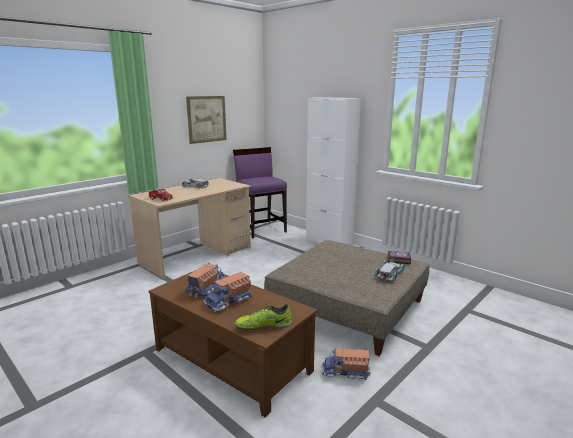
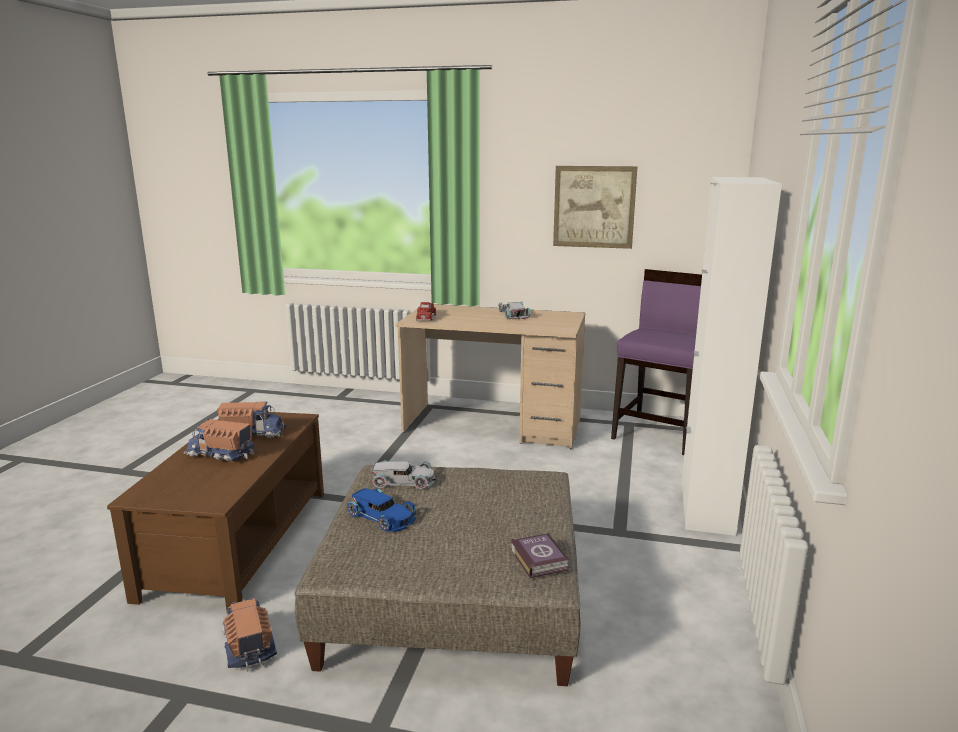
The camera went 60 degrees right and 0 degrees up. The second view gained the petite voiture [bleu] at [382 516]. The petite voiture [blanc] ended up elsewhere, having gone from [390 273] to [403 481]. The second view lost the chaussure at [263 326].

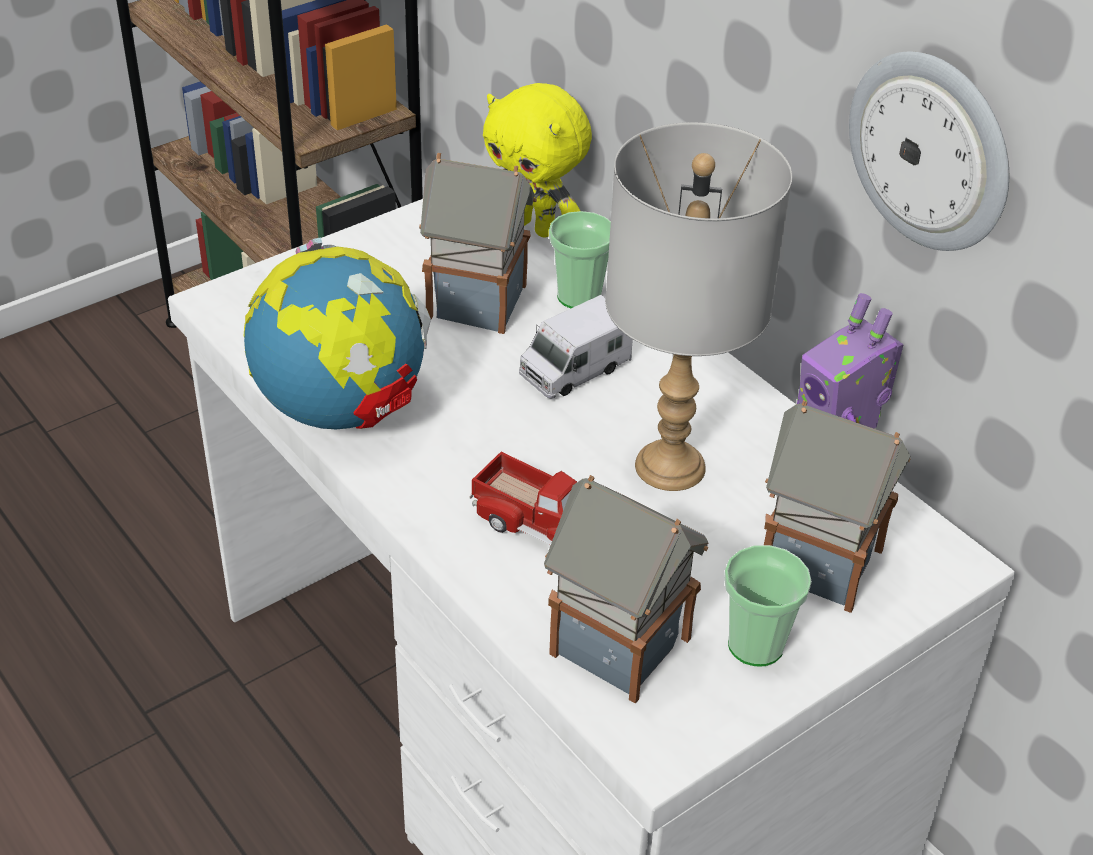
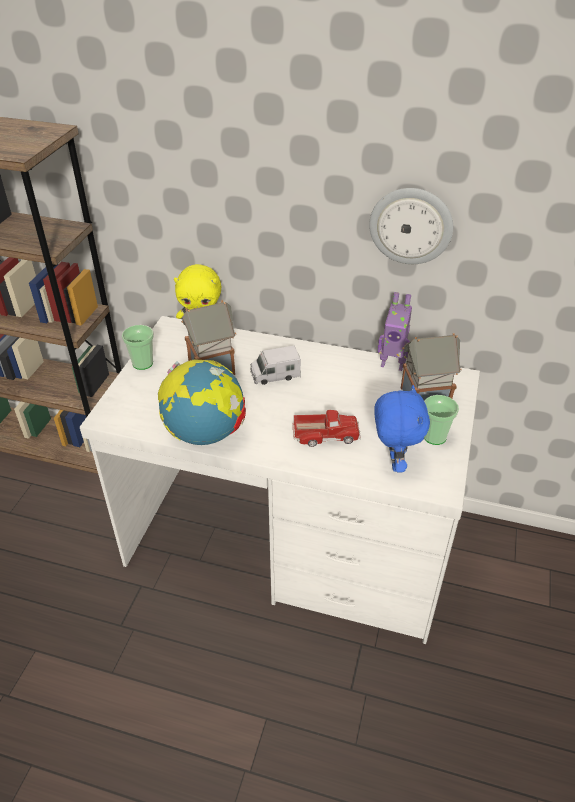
The camera went 35 degrees left and 0 degrees up. The tasse ended up elsewhere, having gone from [579 296] to [142 363]. The camion jouet at [574 370] ended up facing another way, 60 degrees clockwise from before. Where the maison miniature stood at [616 644], the peluche [bleu] came to stand at [393 462]. The second view lost the lampe de table [gris] at [670 467].

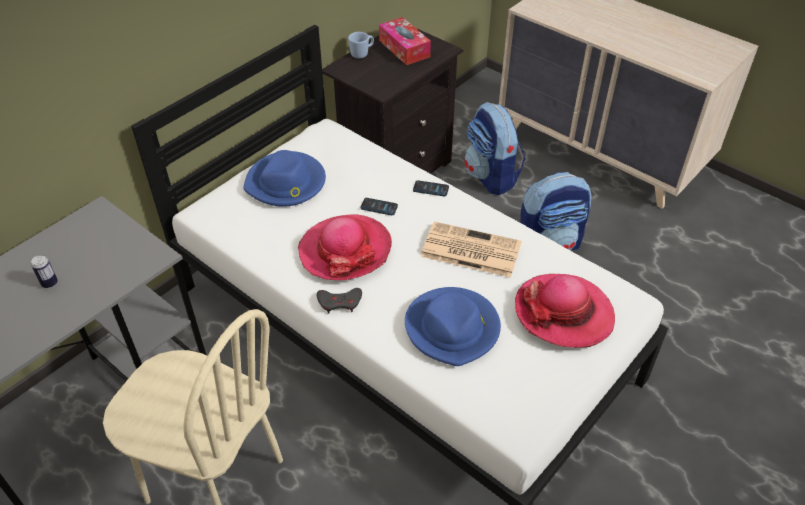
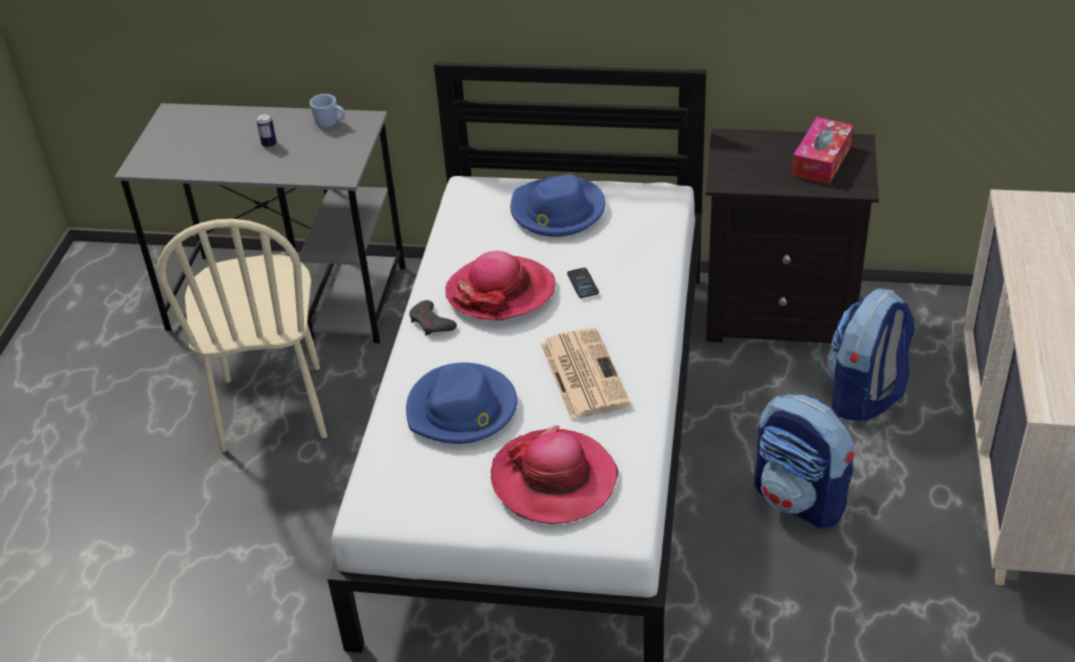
The camera went 60 degrees right and 5 degrees down. The mug [bleu] ended up elsewhere, having gone from [362 53] to [330 124]. The second view lost the téléphone at [431 189].

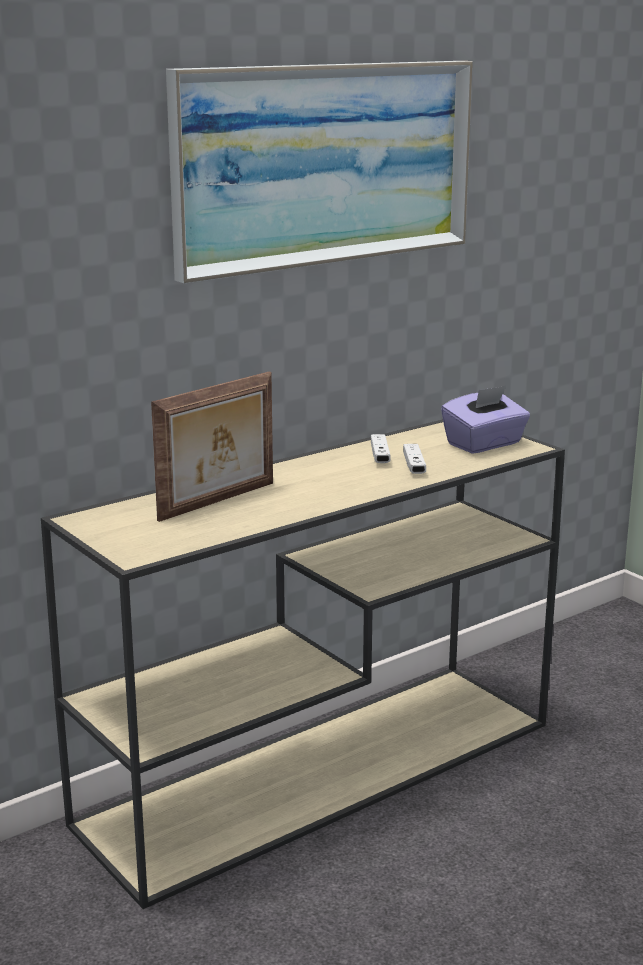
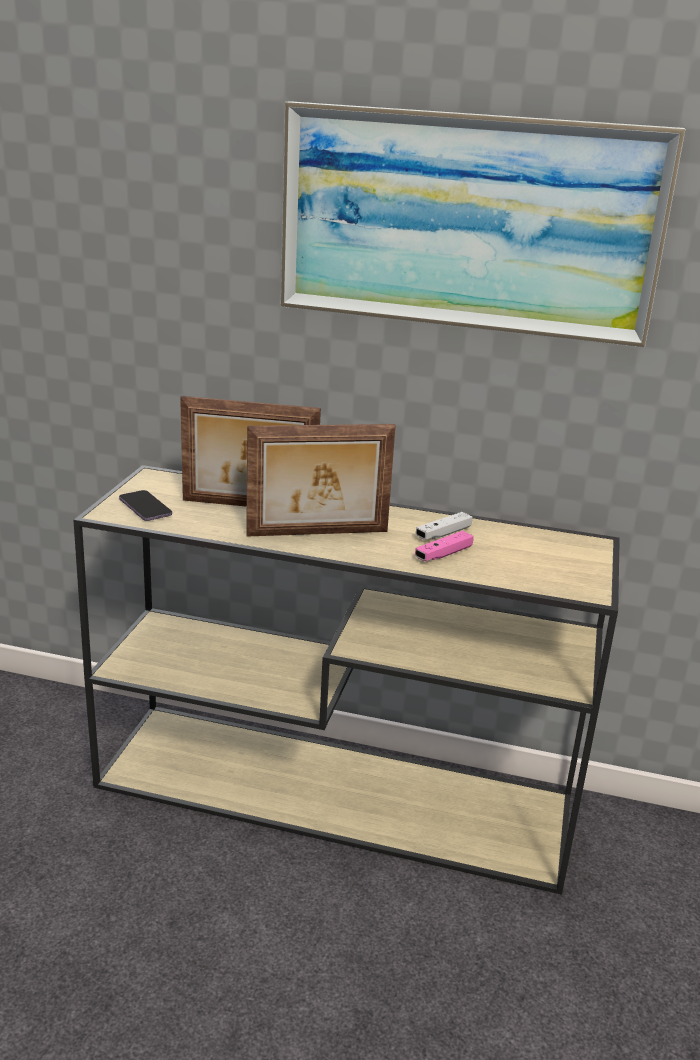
The camera went 50 degrees right and 5 degrees up. The second view gained the téléphone at [145 507]. The second view gained the cadre photo at [318 534]. What was the manette [blanc] at [414 466] turned into the manette [rose] at [443 554]. The second view lost the boîte à mouchoirs [violet] at [484 444].

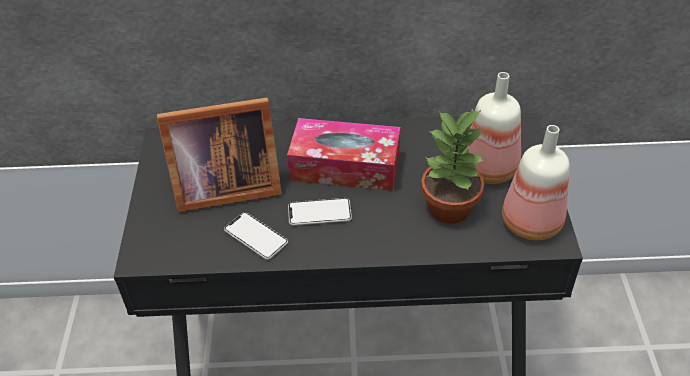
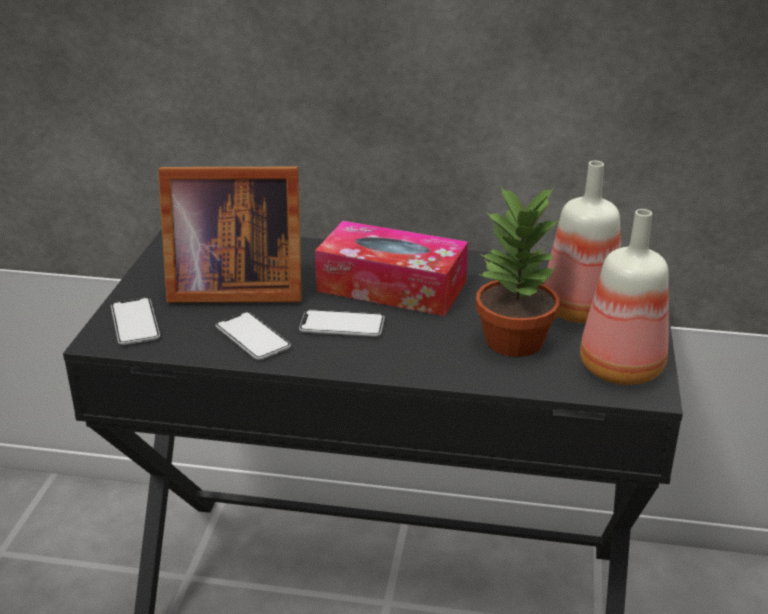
The camera went 10 degrees right and 15 degrees down. The second view gained the téléphone at [135 323].

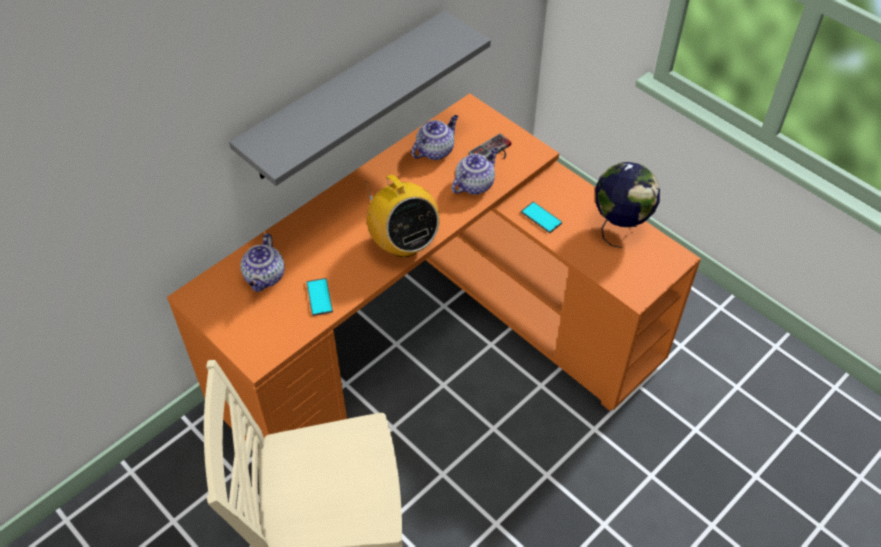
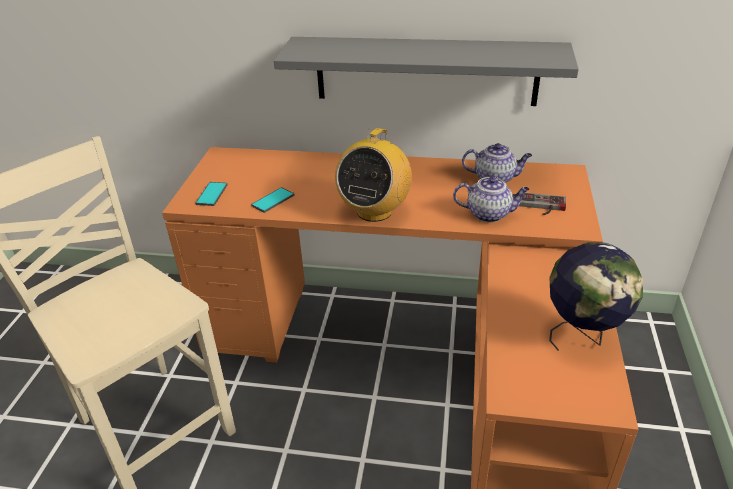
The camera went 55 degrees right and 15 degrees down. The téléphone ended up elsewhere, having gone from [541 218] to [212 194]. The second view lost the théière at [265 277].

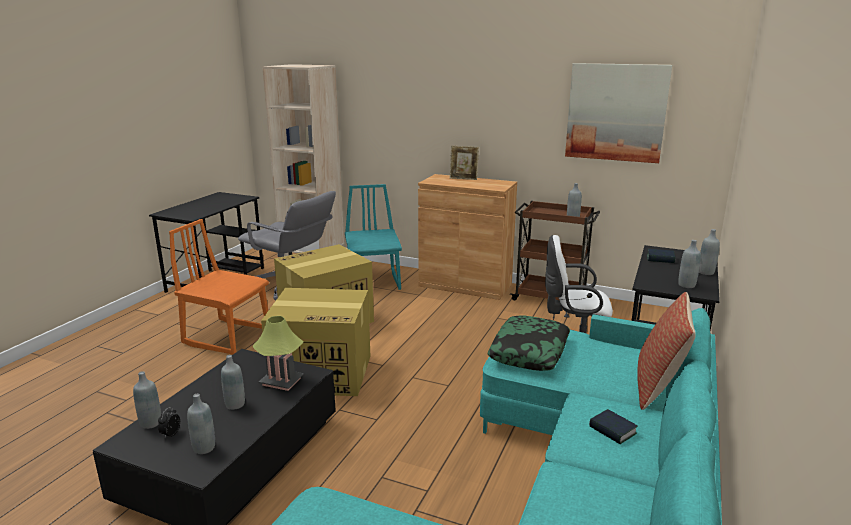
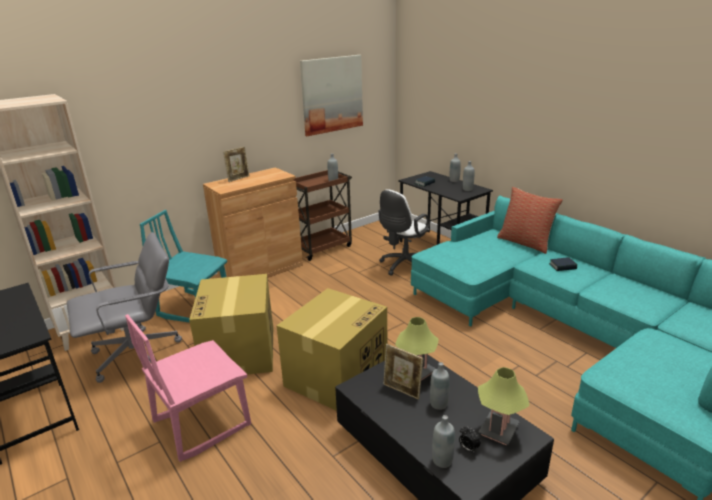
The camera went 60 degrees left and 5 degrees up. What was the chaise [orange] at [228 336] turned into the chaise [rose] at [201 423]. The second view gained the cadre photo at [402 391]. Where the bouteille [gris] stood at [204 448], the lampe de table came to stand at [498 430]. The second view lost the coussin at [529 352].

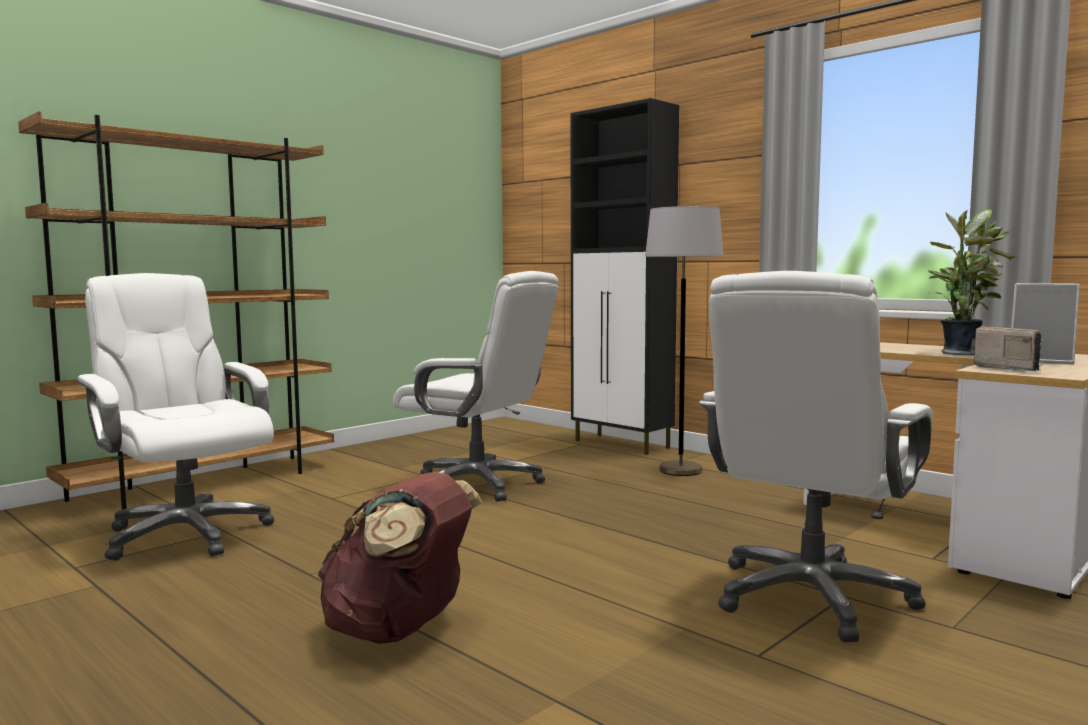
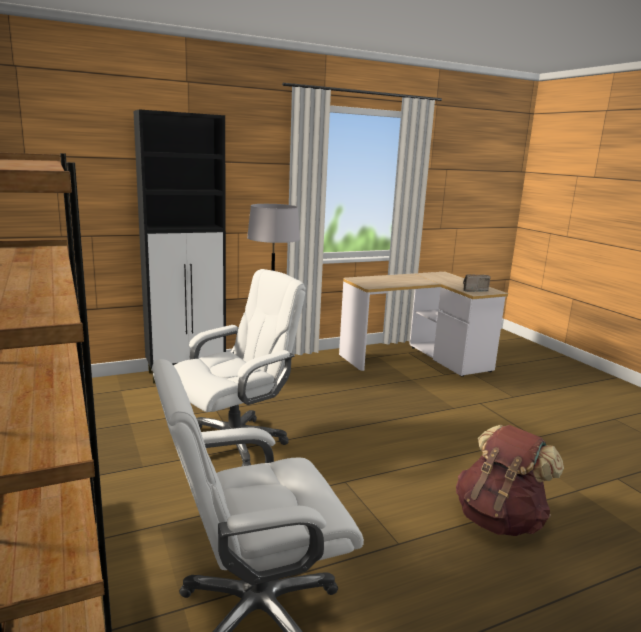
The camera went 70 degrees left and 10 degrees up. The second view lost the chaise de bureau [blanc] at [811 597]. The second view lost the plante en pot at [962 353]. The second view lost the cadre photo at [1041 361].

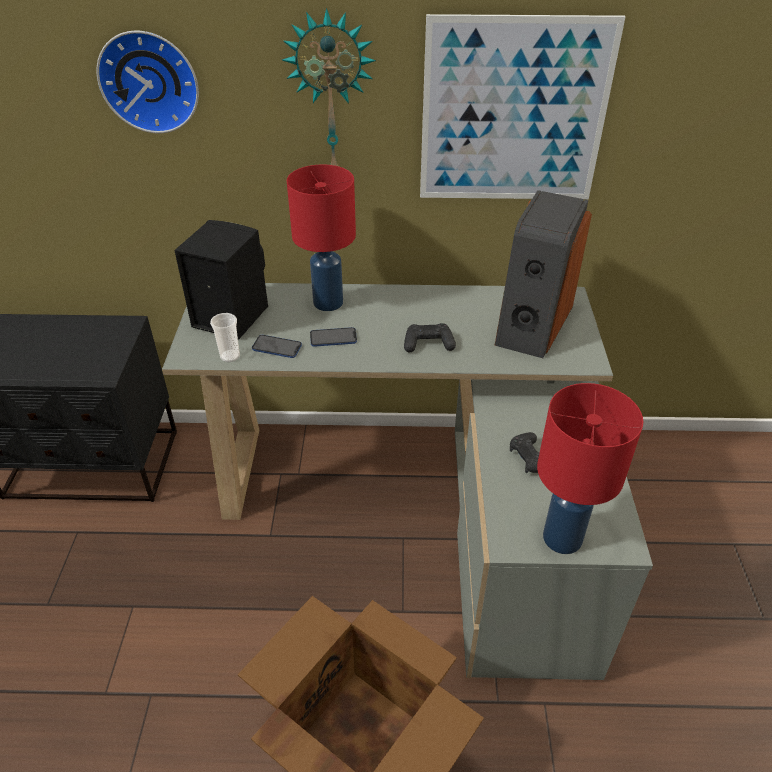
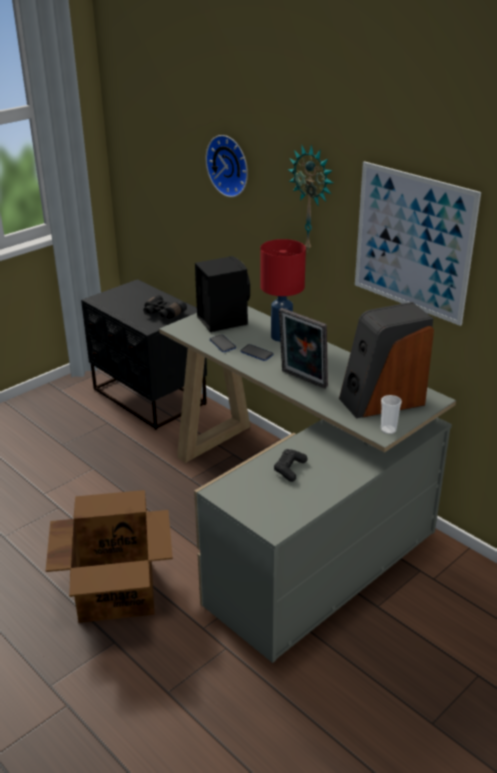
The camera went 45 degrees right and 10 degrees down. The second view gained the jumelles [noir] at [162 314]. Where the manette [noir] stood at [428 344], the cadre photo came to stand at [302 380]. The tasse ended up elsewhere, having gone from [230 356] to [388 430]. The second view lost the lampe de table [rouge] at [563 539].

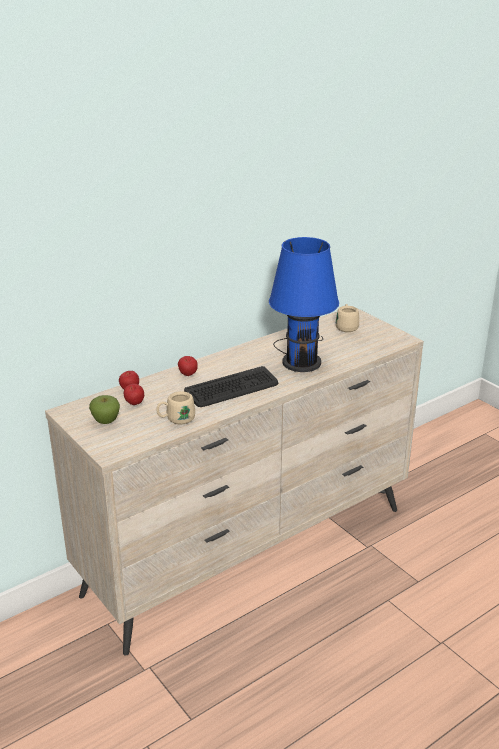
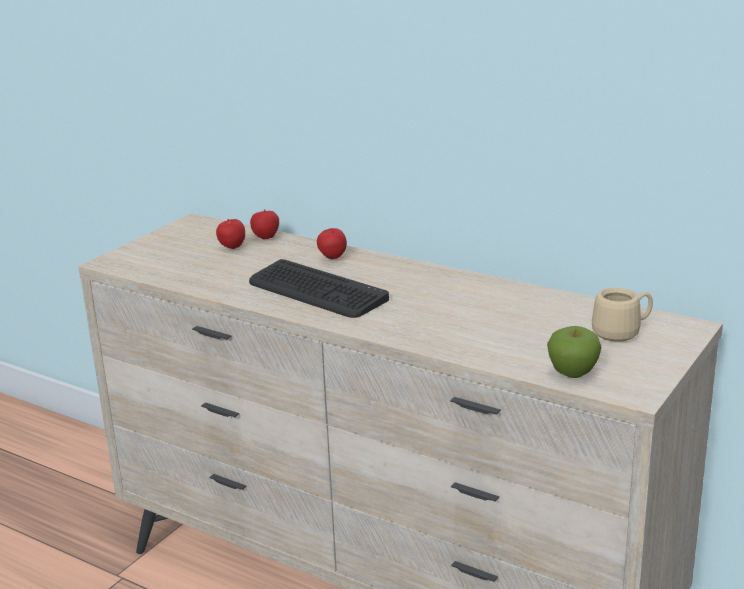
The camera went 70 degrees right and 5 degrees down. The pomme ended up elsewhere, having gone from [106 421] to [572 373]. The second view lost the mug [beige] at [176 419]. The second view lost the lampe de table [bleu] at [300 360].

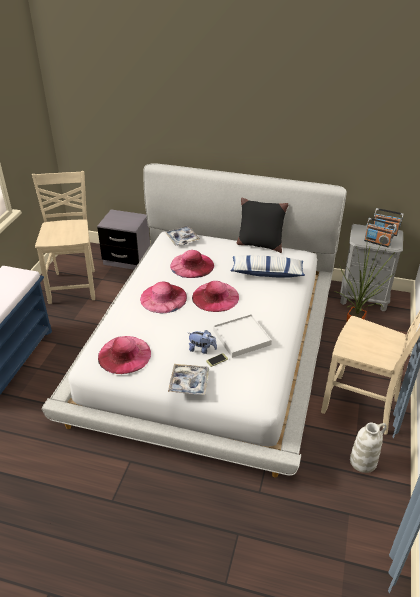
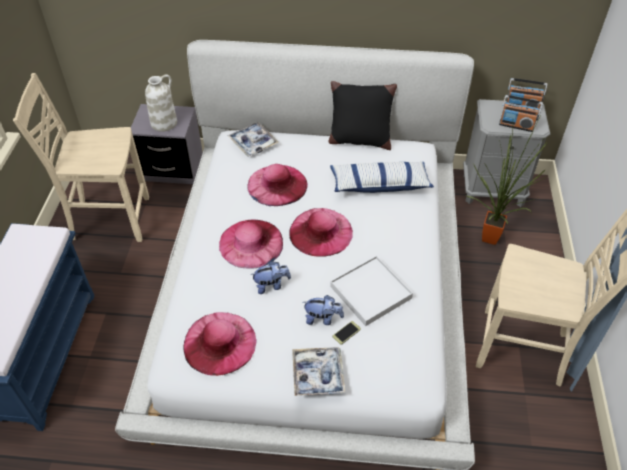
The camera went 10 degrees left and 10 degrees up. The chaise [beige] at [74 285] ended up facing another way, 75 degrees counterclockwise from before. The vase [blanc] ended up elsewhere, having gone from [363 461] to [164 123]. The second view gained the peluche at [271 285].

